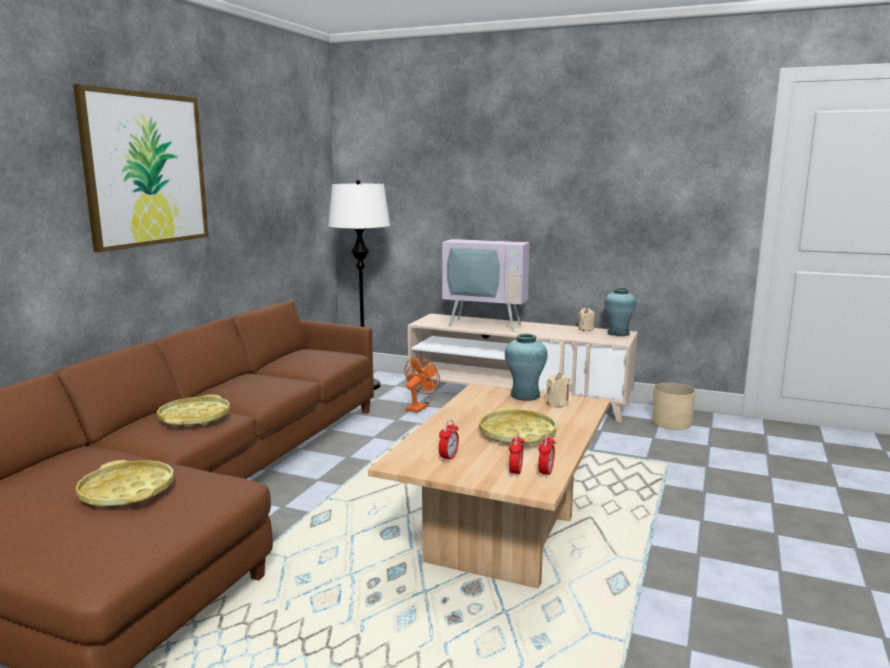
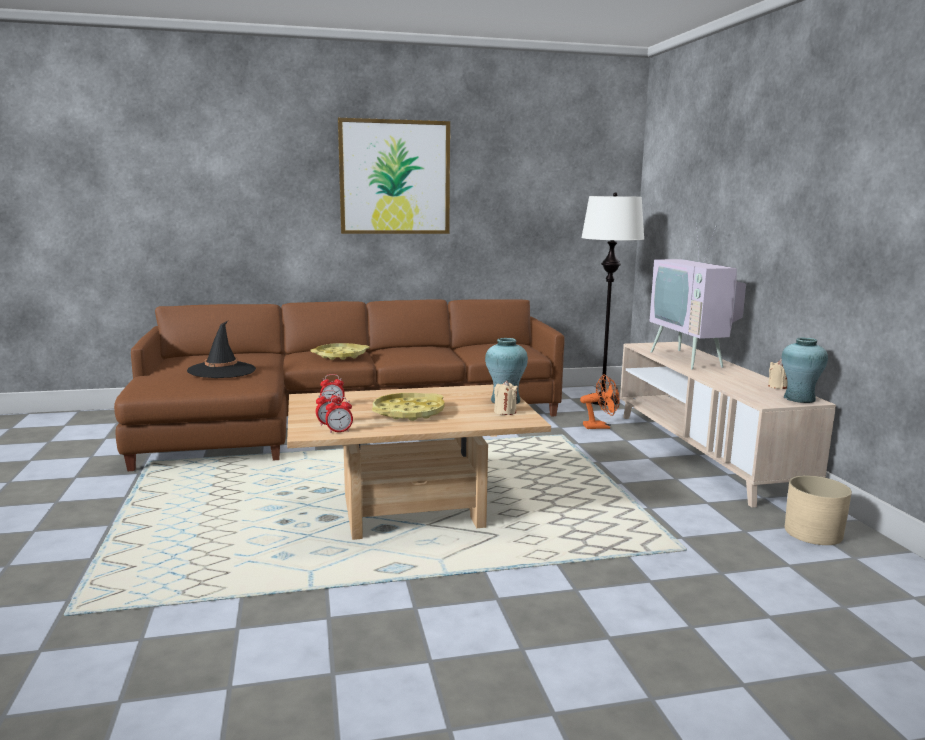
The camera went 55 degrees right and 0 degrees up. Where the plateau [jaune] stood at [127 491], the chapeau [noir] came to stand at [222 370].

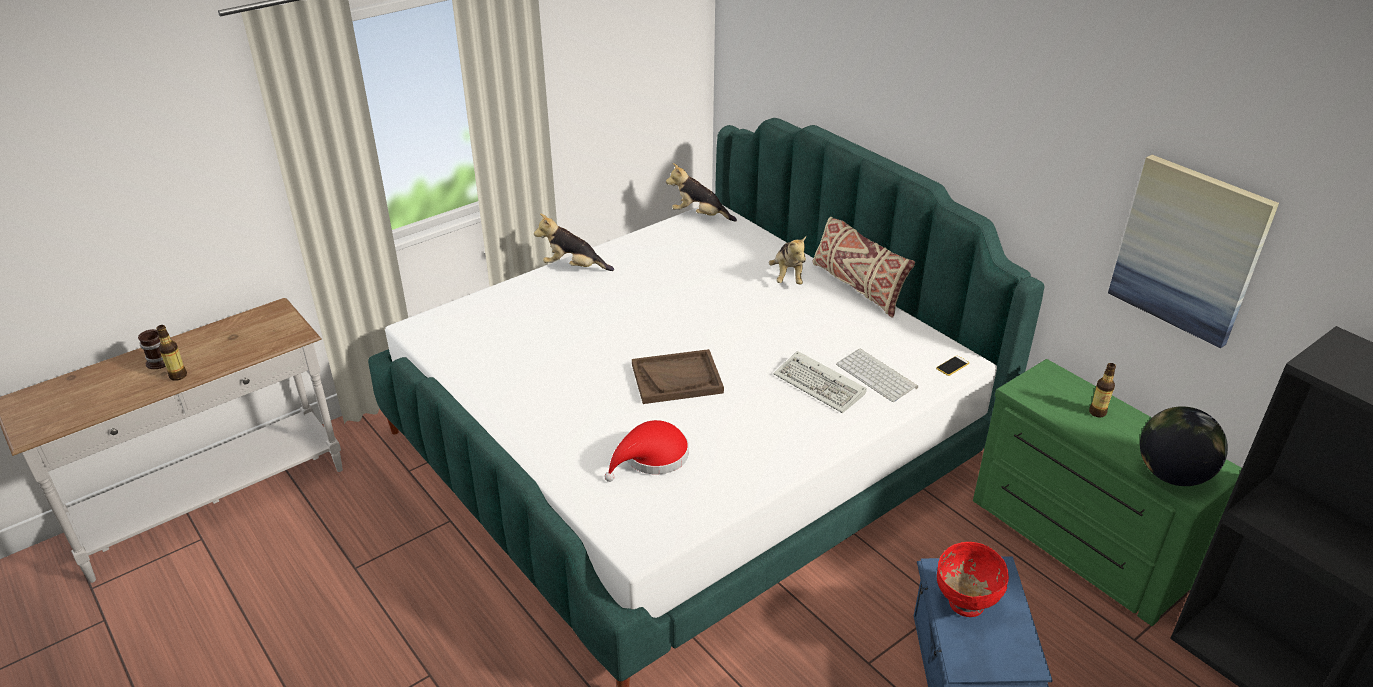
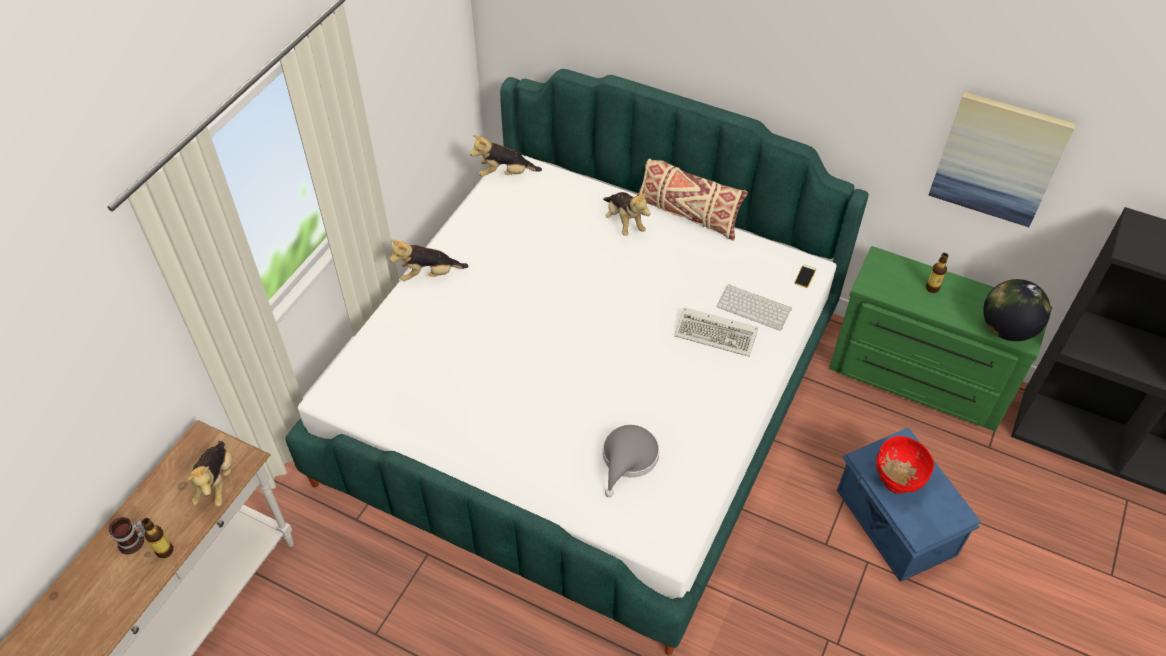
The camera went 25 degrees left and 15 degrees up. The second view gained the peluche at [217 482]. What was the chapeau [rouge] at [651 457] turned into the chapeau [gris] at [628 459]. The second view lost the plateau [marron] at [677 379].

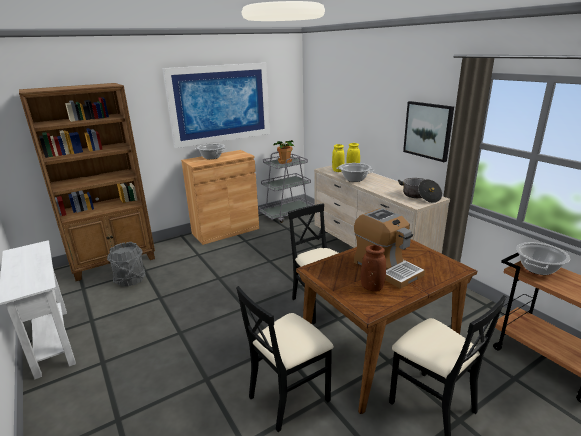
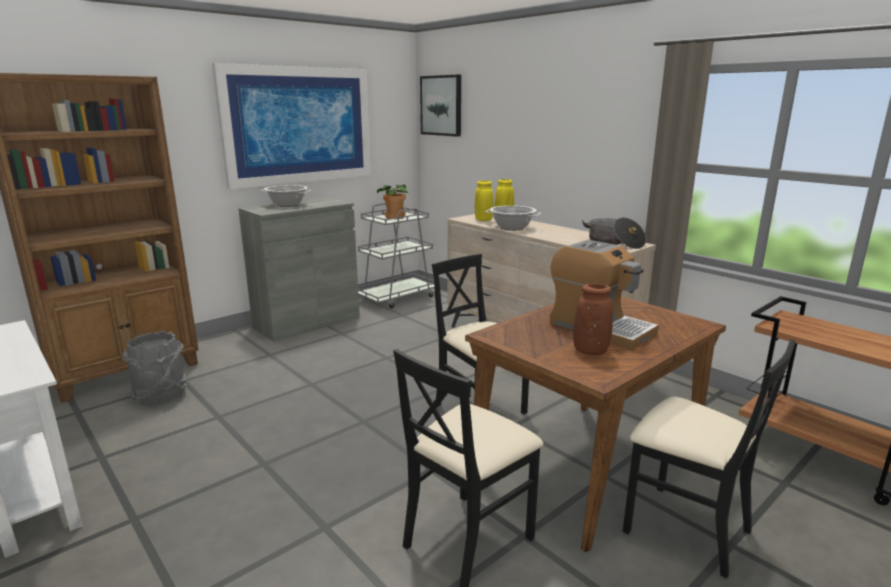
The camera went 10 degrees left and 5 degrees down. What was the meuble de rangement [marron] at [225 231] turned into the meuble de rangement [gris] at [307 322]. The tableau ended up elsewhere, having gone from [428 130] to [441 105]. The second view lost the marmite at [538 268].

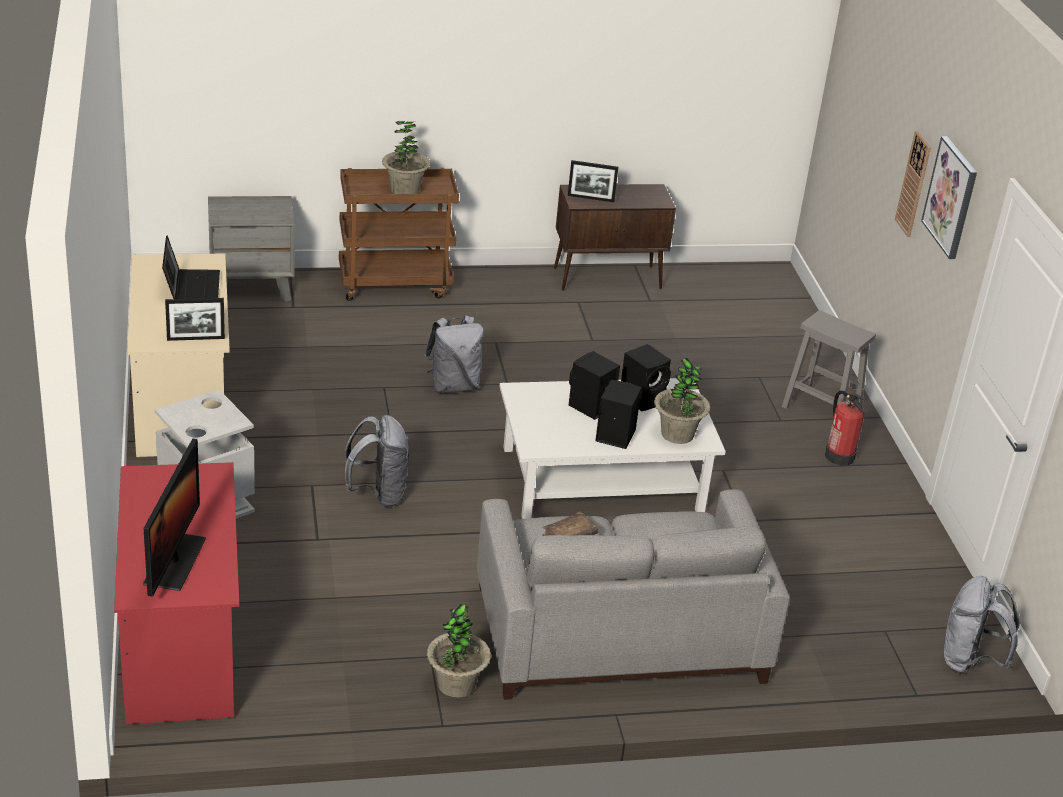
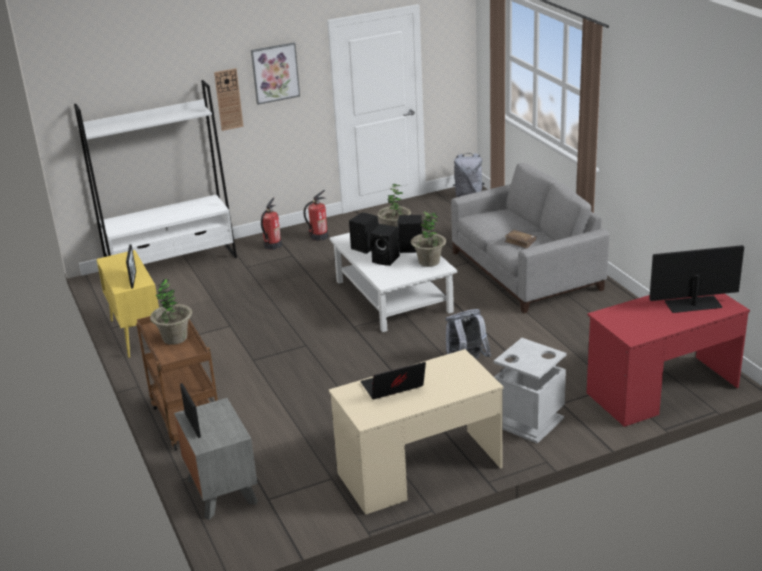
The camera went 100 degrees left and 5 degrees down. The second view gained the bibliothèque [blanc] at [172 264]. What was the meuble de rangement [marron] at [608 278] turned into the meuble de rangement [jaune] at [136 334]. The cadre photo ended up elsewhere, having gone from [195 338] to [192 425]. Where the tabouret [gris] stood at [822 409], the extincteur came to stand at [272 246]. The plante en pot ended up elsewhere, having gone from [456 684] to [429 262]. The second view lost the sac à dos [gris] at [453 386].

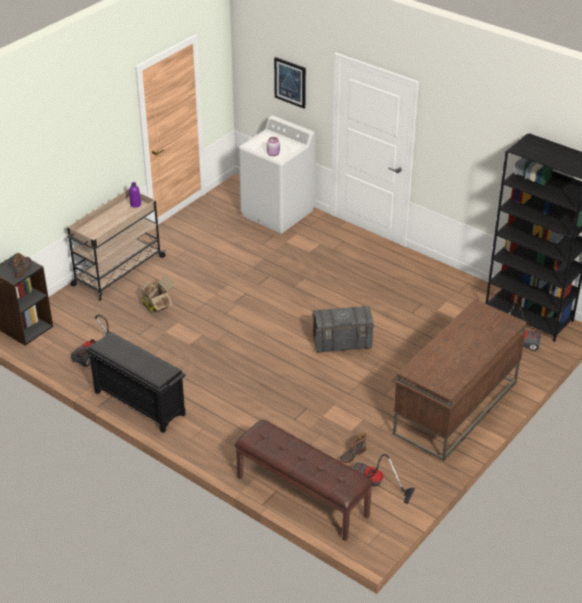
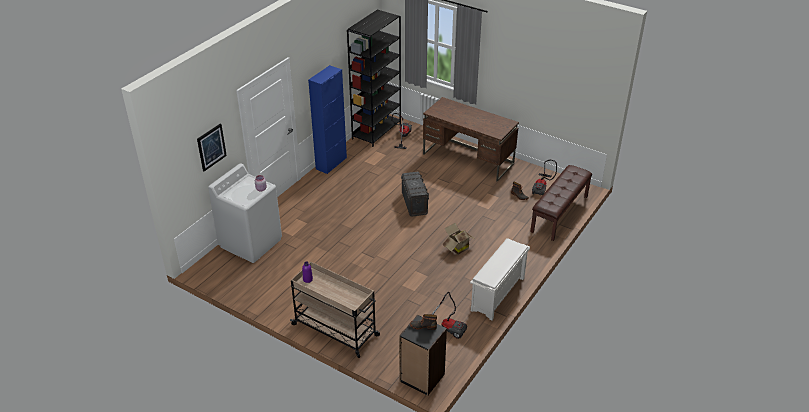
The camera went 95 degrees left and 0 degrees up. The second view gained the meuble de rangement [bleu] at [331 163]. The carton ended up elsewhere, having gone from [157 305] to [456 248]. What was the étagère à chaussures [noir] at [138 403] turned into the étagère à chaussures [blanc] at [498 295].

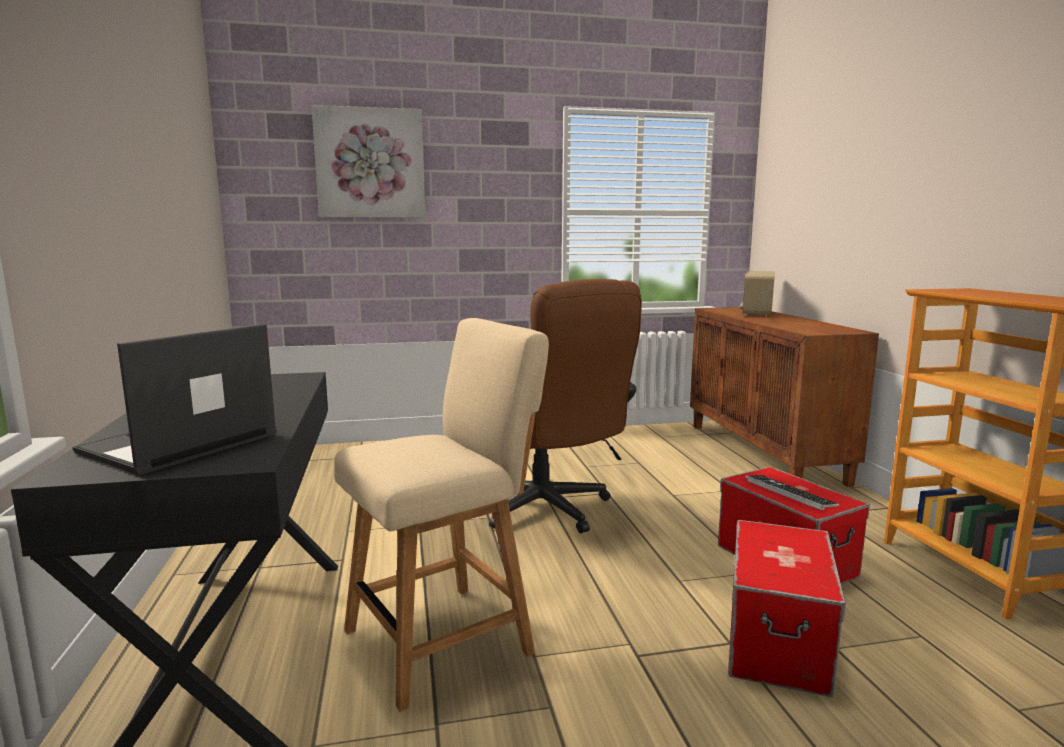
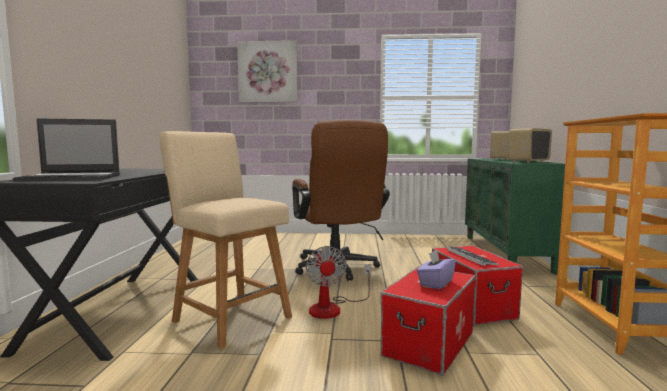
The camera went 15 degrees right and 5 degrees down. The ordinateur portable at [178 444] ended up facing another way, 150 degrees counterclockwise from before. The chaise [beige] at [446 638] ended up facing another way, 120 degrees counterclockwise from before. The second view gained the ventilateur at [333 308]. The second view gained the boîte à mouchoirs [violet] at [435 283]. What was the meuble de rangement [marron] at [765 453] turned into the meuble de rangement [vert] at [506 253]. The second view gained the radio at [528 162].

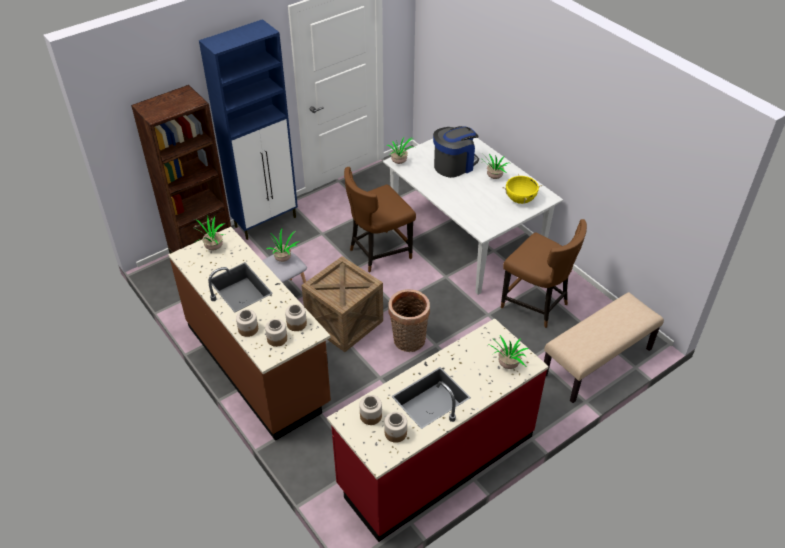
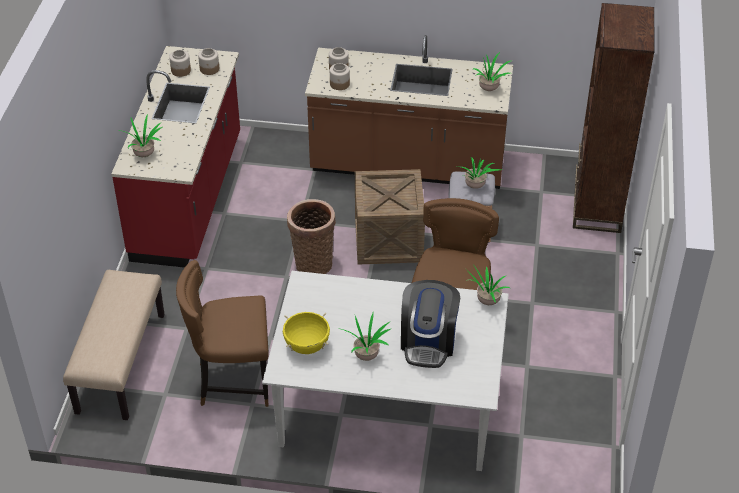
The camera went 135 degrees right and 0 degrees up. The second view lost the meuble de rangement [bleu] at [266 221]. The second view lost the bocal at [248 329].

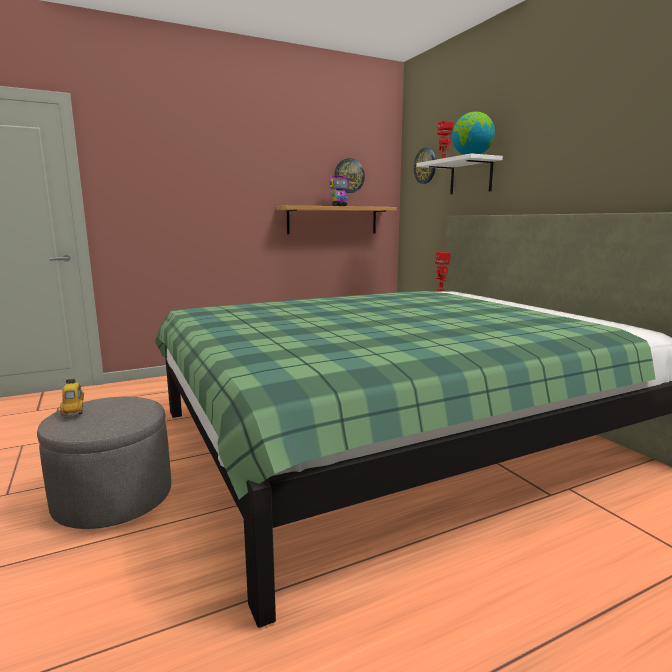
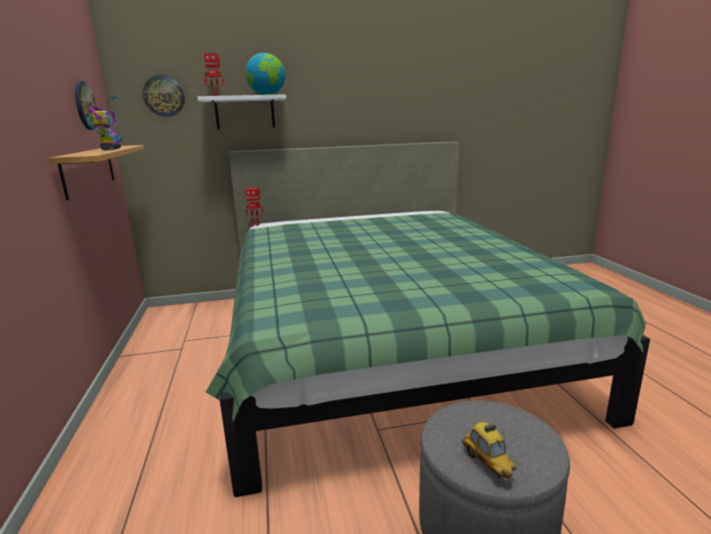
The camera went 75 degrees left and 5 degrees up. The petite voiture at [74 410] ended up facing another way, 105 degrees counterclockwise from before.

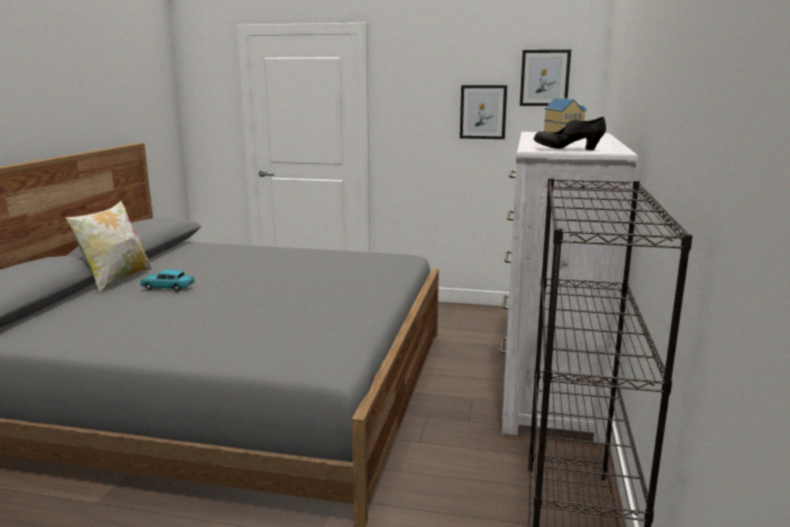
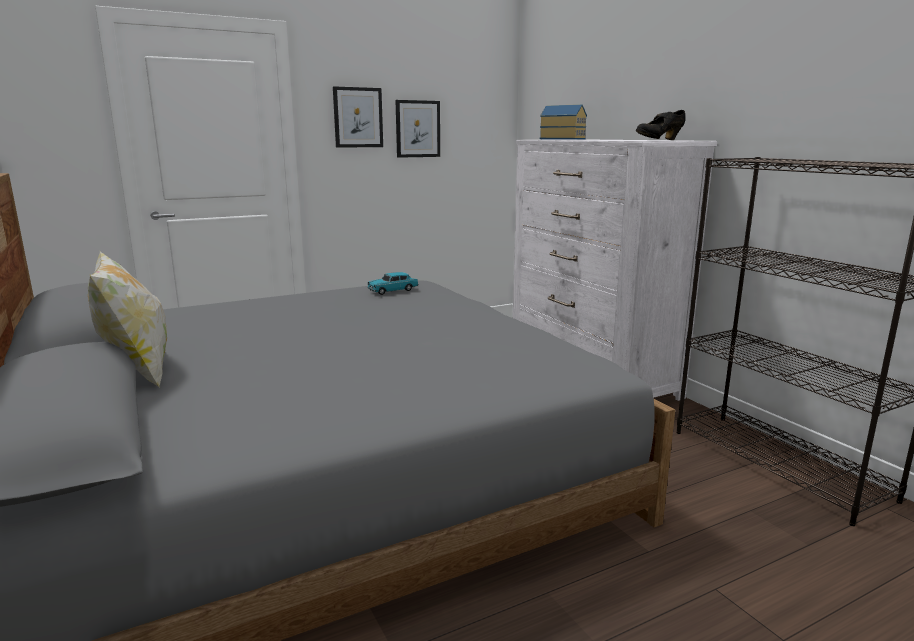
The camera went 40 degrees left and 0 degrees up. The tableau ended up elsewhere, having gone from [544 78] to [358 117]. The petite voiture [turquoise] ended up elsewhere, having gone from [168 288] to [393 291].

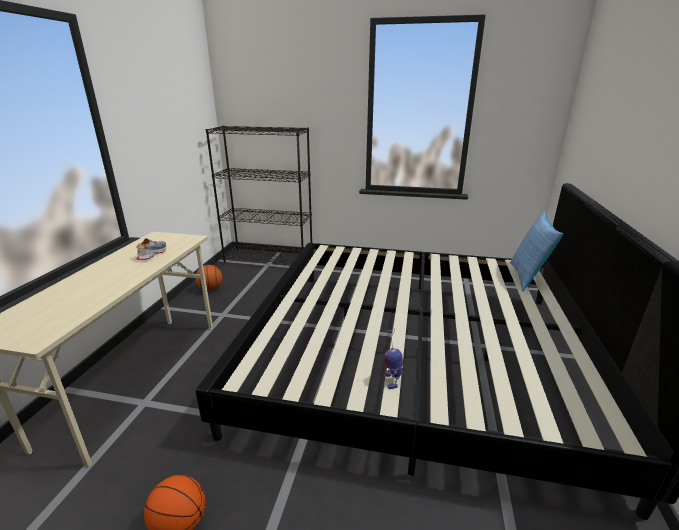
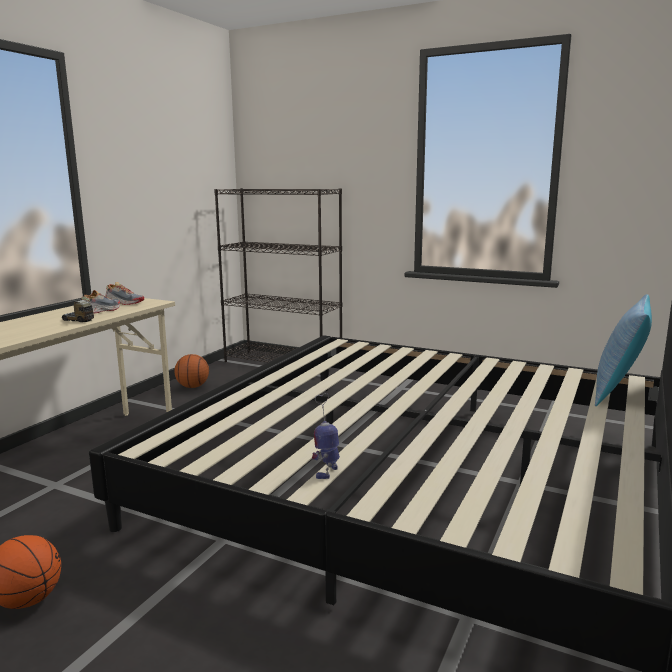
The camera went 15 degrees right and 10 degrees down. The second view gained the camion jouet at [78 320]. The second view gained the chaussure at [123 302].

